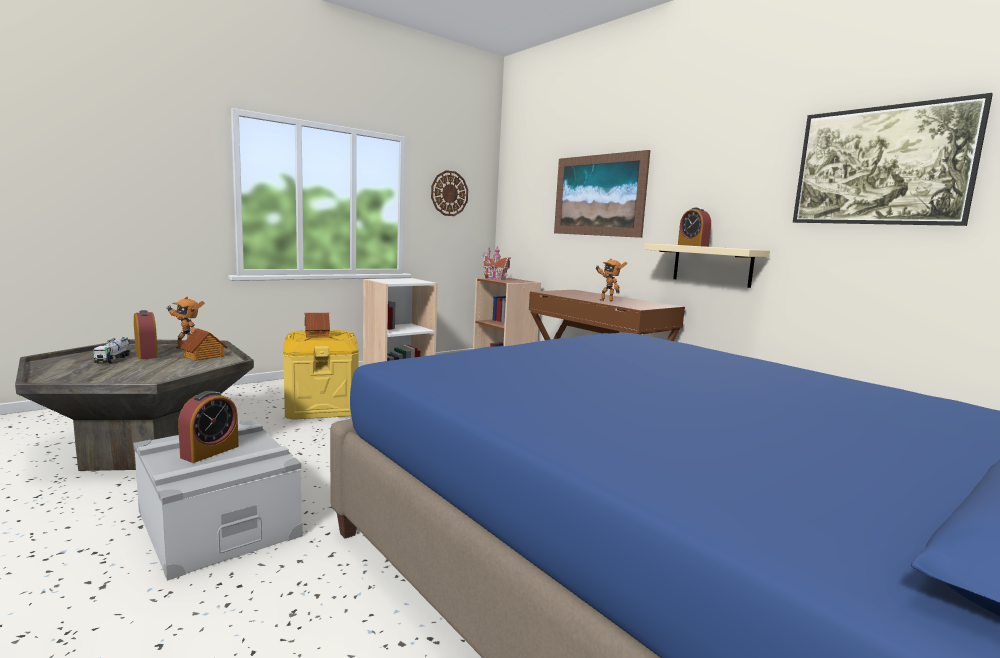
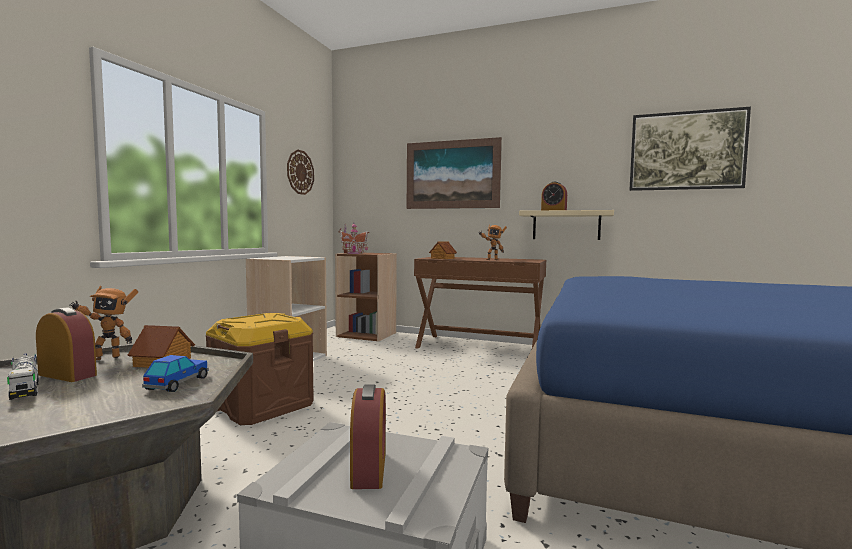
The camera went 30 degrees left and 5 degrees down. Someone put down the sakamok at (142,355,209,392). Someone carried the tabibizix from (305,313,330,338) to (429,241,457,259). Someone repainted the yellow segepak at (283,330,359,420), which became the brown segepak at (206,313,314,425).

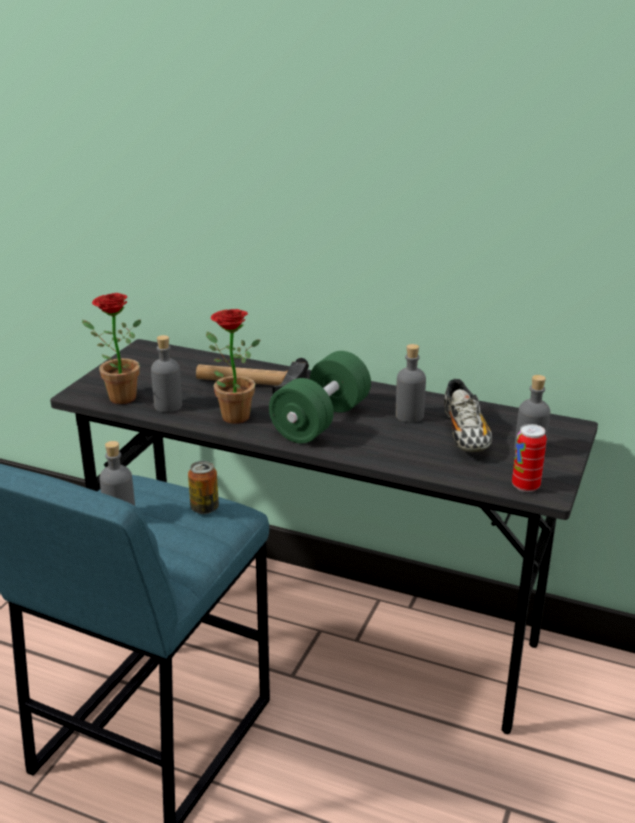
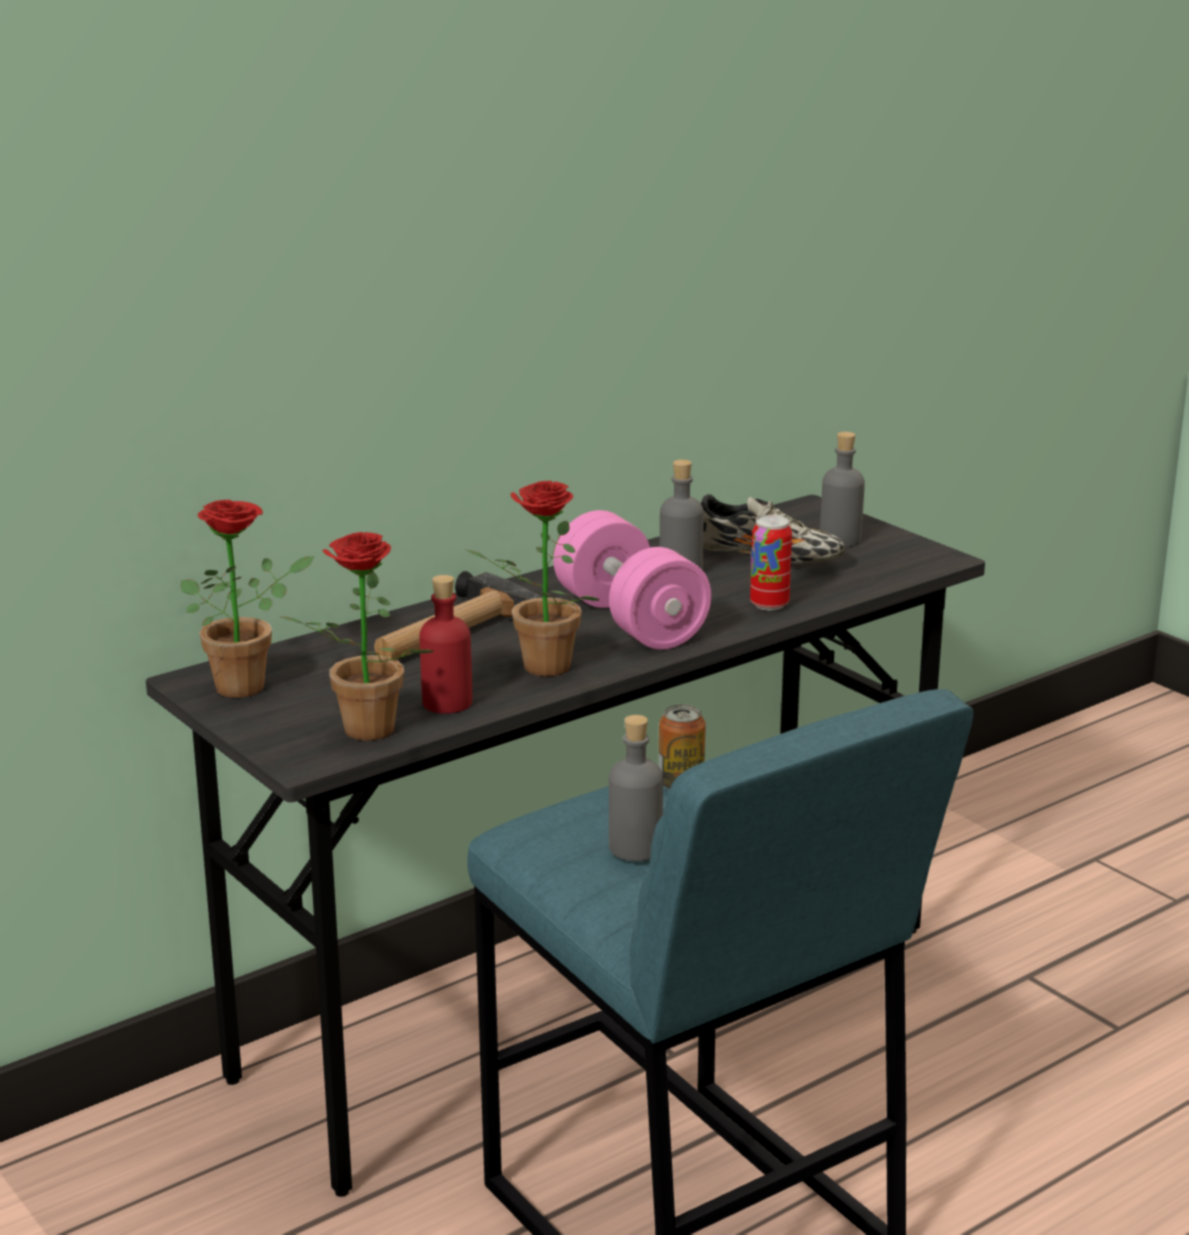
The camera went 60 degrees left and 5 degrees down. Someone put down the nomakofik at (181,500,314,698). Someone carried the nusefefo from (512,424,547,492) to (750,515,792,611). Someone repainted the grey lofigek at (151,335,182,412), which became the red lofigek at (420,575,472,714). Someone repainted the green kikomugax at (269,351,371,443), which became the pink kikomugax at (553,510,711,650).

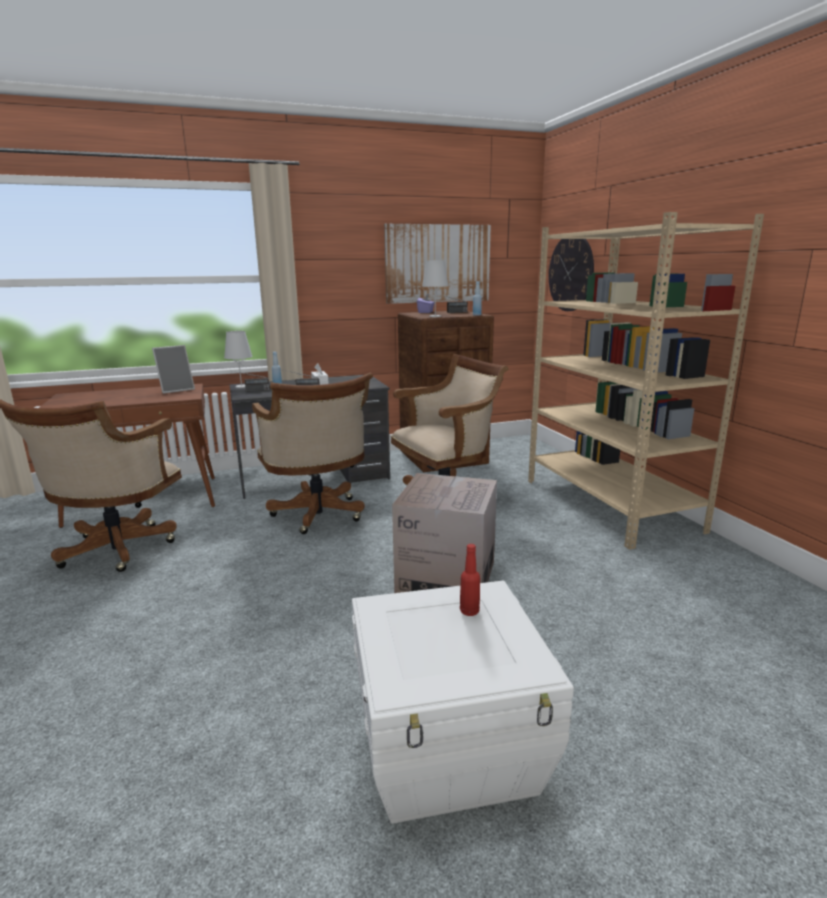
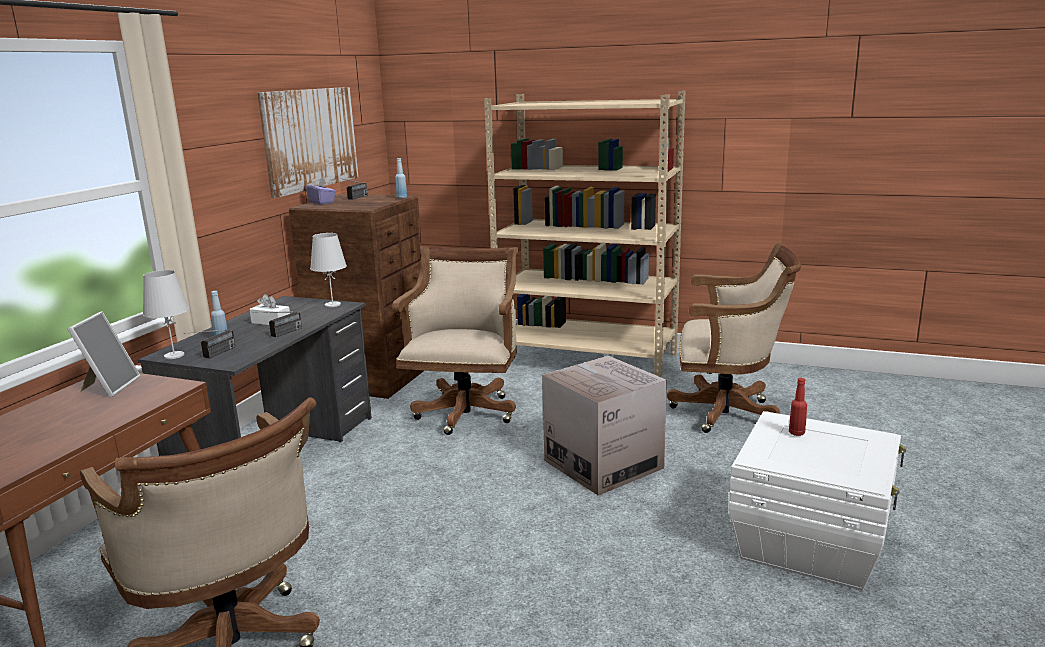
The camera went 50 degrees left and 0 degrees up. Someone took away the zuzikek at (549,239,594,311). Someone carried the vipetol from (252,373,373,534) to (667,242,801,433). Someone carried the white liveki from (422,260,449,317) to (310,233,347,307).

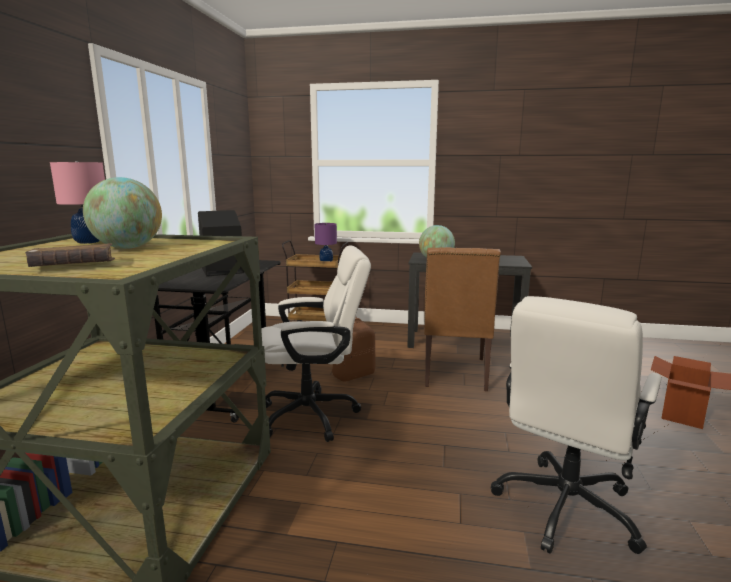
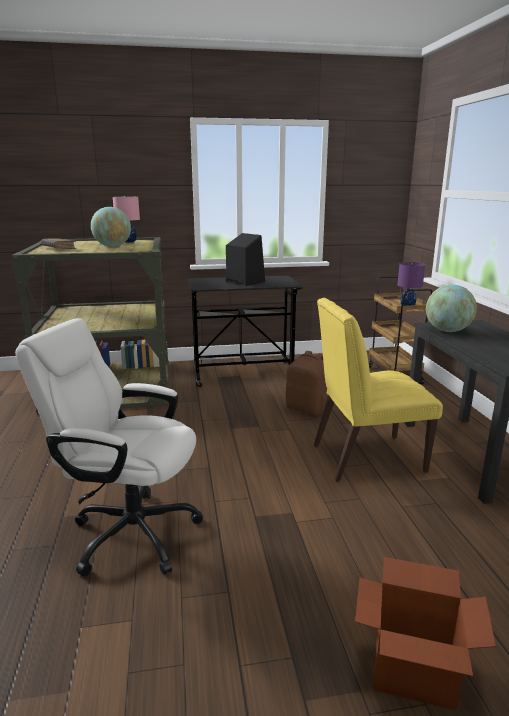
The camera went 70 degrees right and 5 degrees up. Someone took away the white vipetol at (261,245,371,442). Someone repainted the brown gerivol at (424,247,501,391), which became the yellow gerivol at (314,298,443,482).

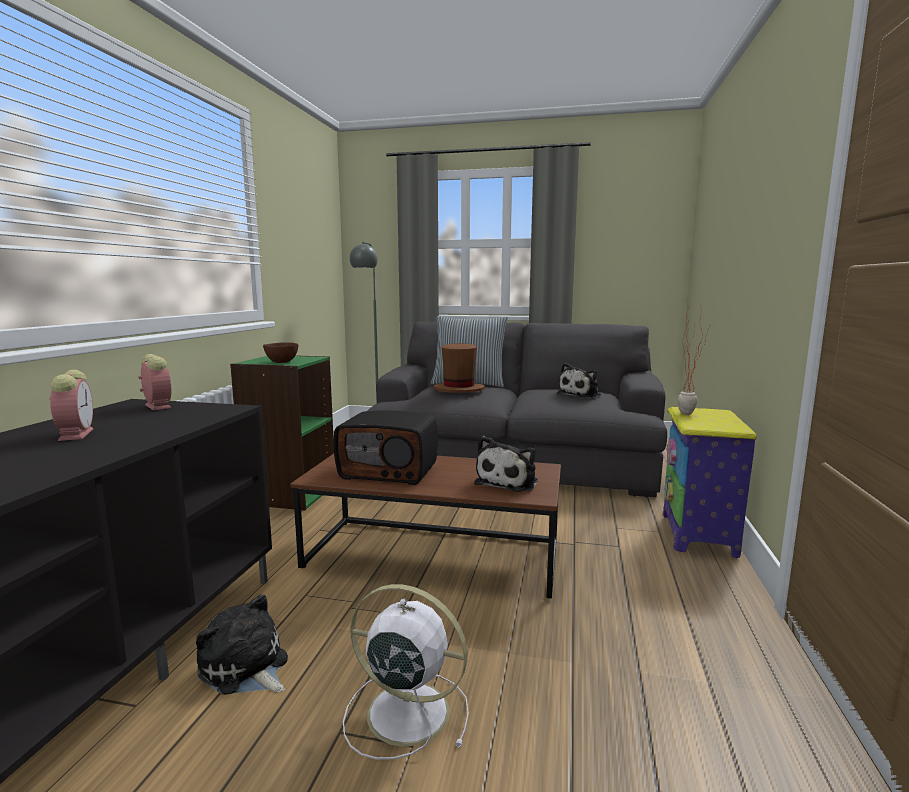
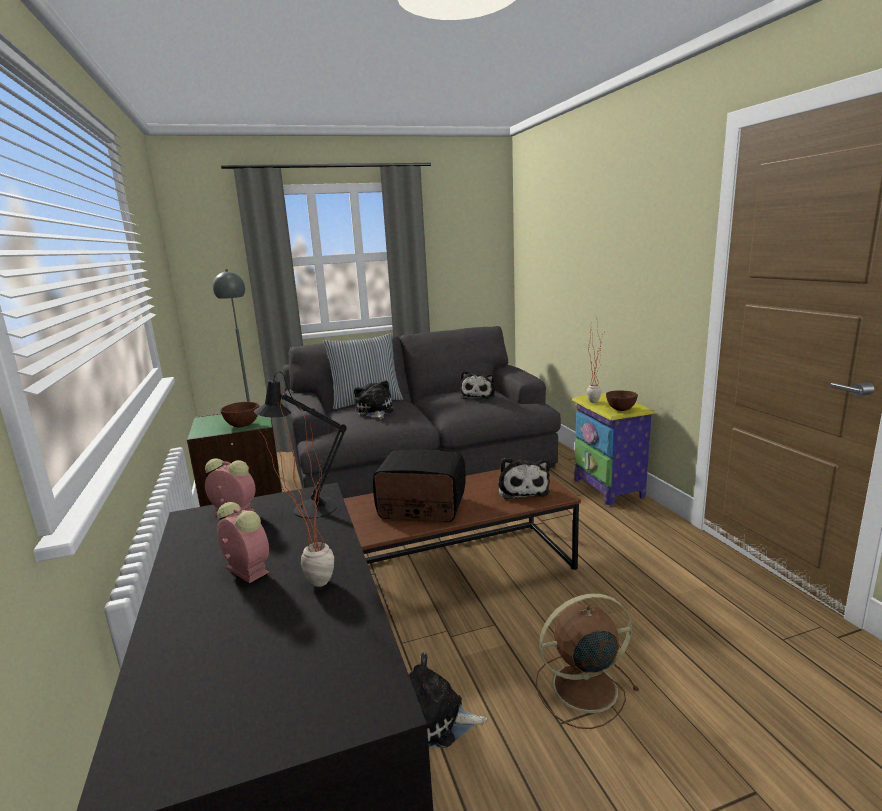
The camera went 30 degrees left and 5 degrees up. Someone put down the black liveki at (254,371,347,519). Someone put down the nomakofik at (257,392,334,587). Someone put down the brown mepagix at (606,390,638,411). Someone swapped the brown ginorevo at (434,343,485,393) for the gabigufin at (354,380,393,419). Someone repainted the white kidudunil at (343,584,469,760), which became the brown kidudunil at (536,593,639,729). Someone rotated the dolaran at (334,410,438,485) by 150 degrees counterclockwise.

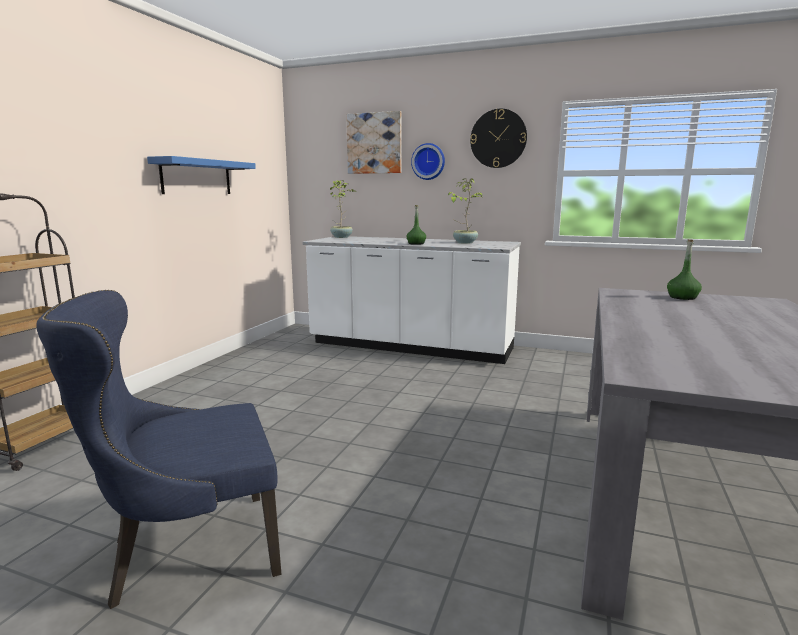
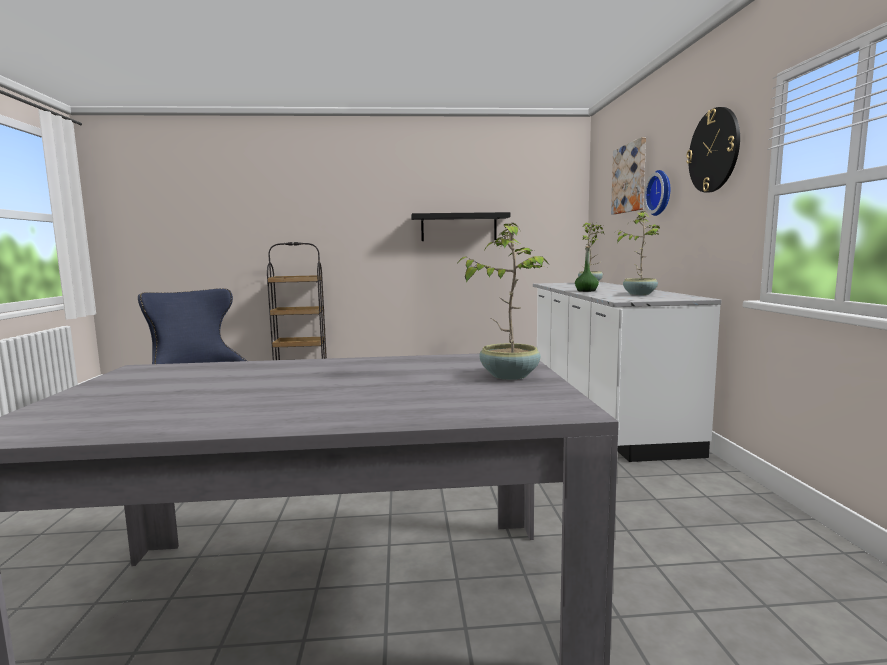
The camera went 65 degrees right and 5 degrees down. Someone swapped the green lofigek at (667,239,702,300) for the nomakofik at (458,223,548,380). Someone repainted the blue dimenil at (147,156,256,194), which became the black dimenil at (411,212,510,241).

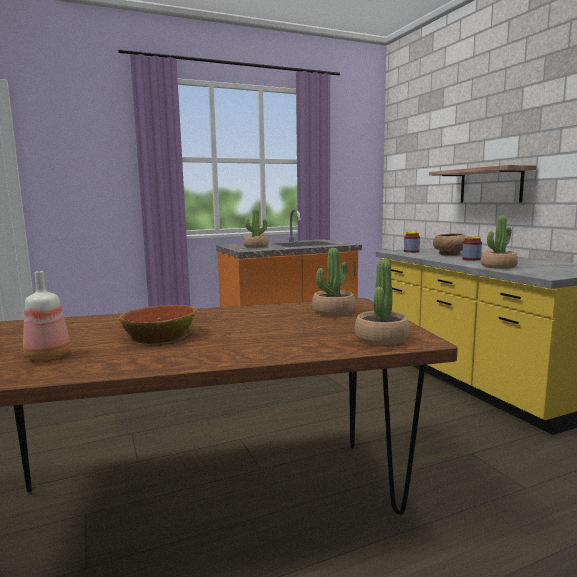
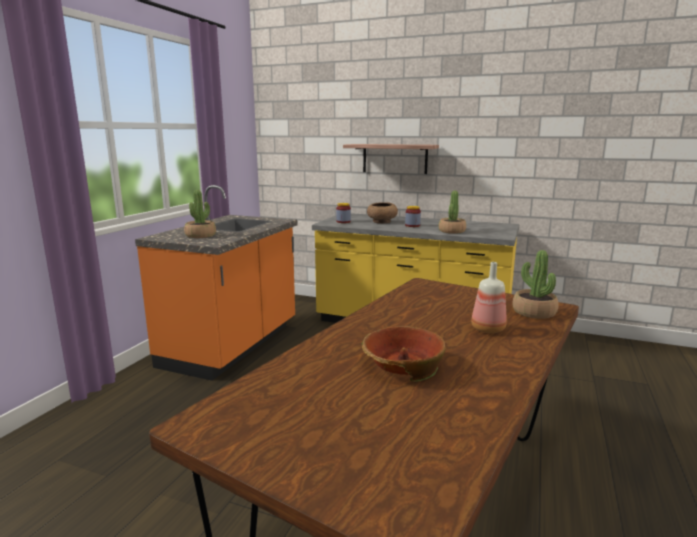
The camera went 45 degrees left and 5 degrees up. Someone took away the nomakofik at (312,248,356,316). Someone carried the lofigek from (23,271,71,361) to (471,262,507,333).

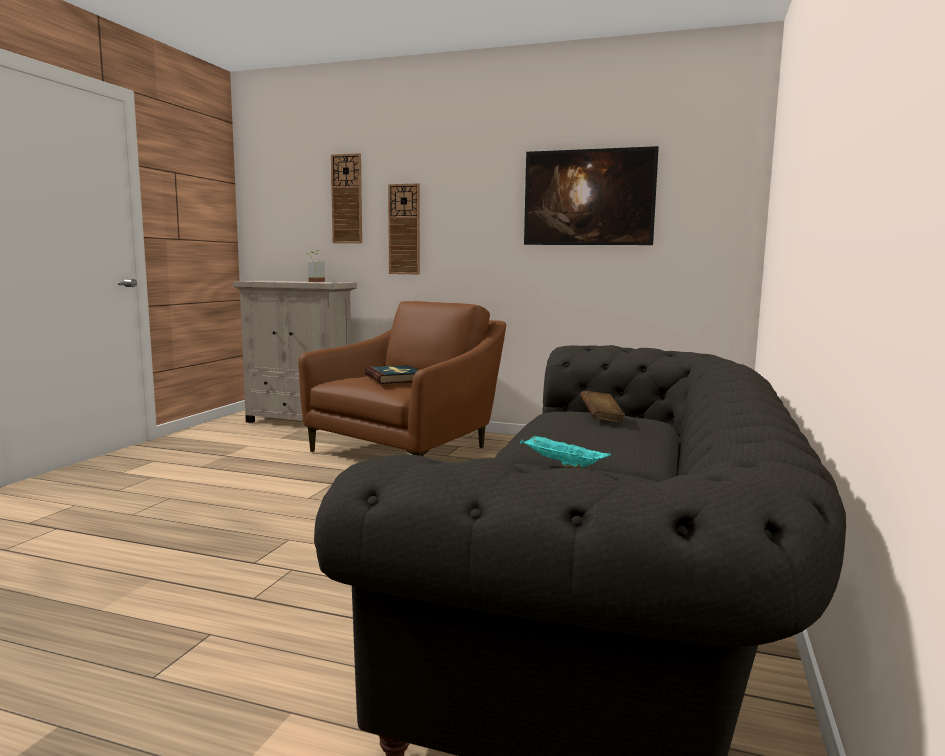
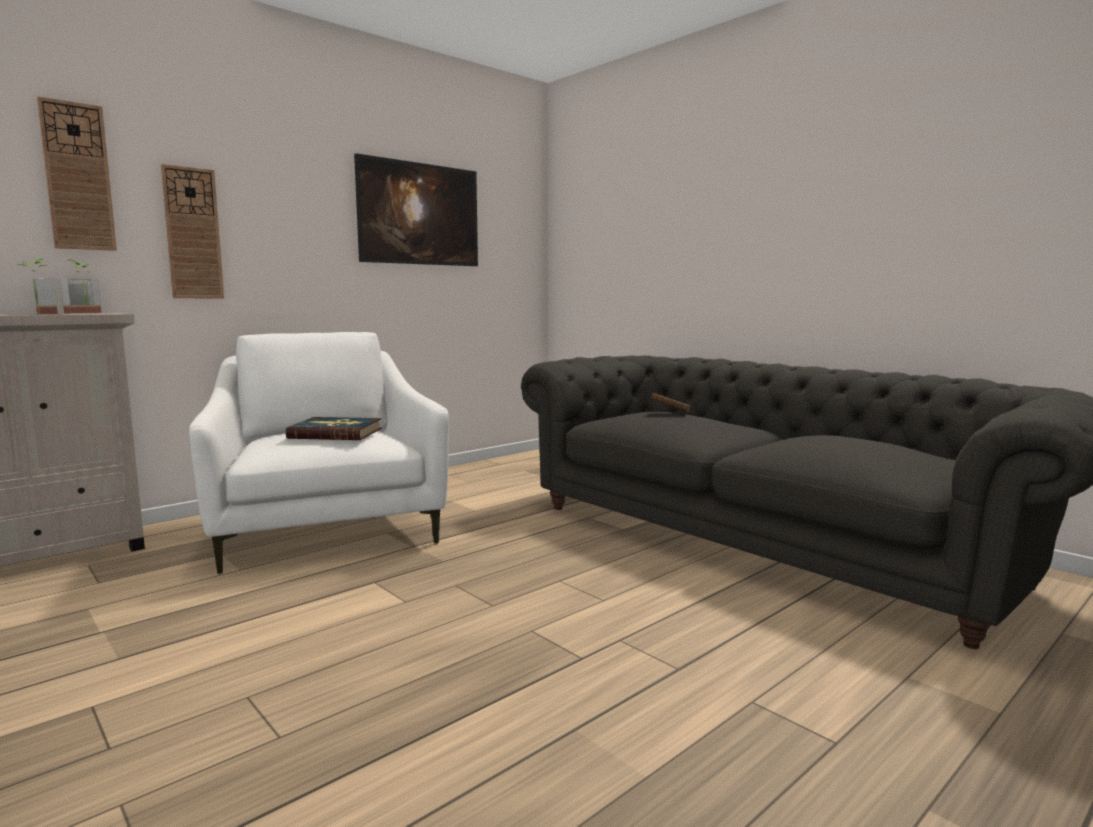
The camera went 60 degrees left and 0 degrees up. Someone took away the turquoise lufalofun at (520,435,611,468). Someone put down the nomakofik at (60,260,102,314). Someone repainted the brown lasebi at (298,301,506,456), which became the white lasebi at (189,332,449,574).

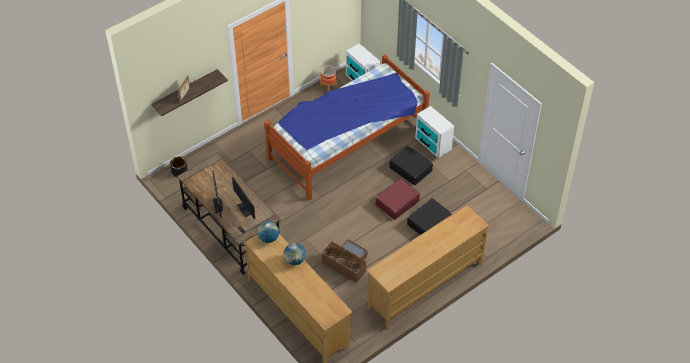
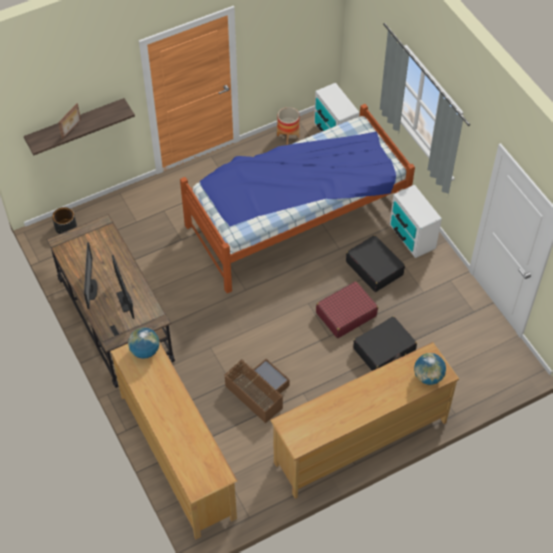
The camera went 10 degrees right and 5 degrees up. Someone carried the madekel from (283,243,306,265) to (414,353,446,385).

